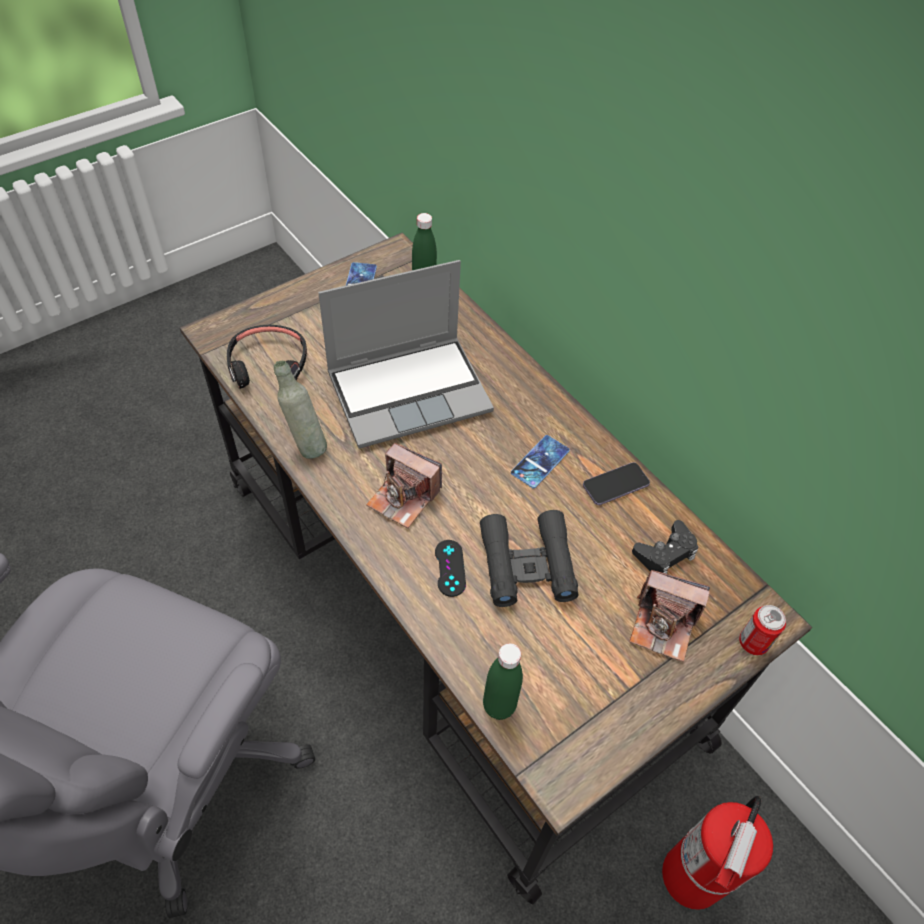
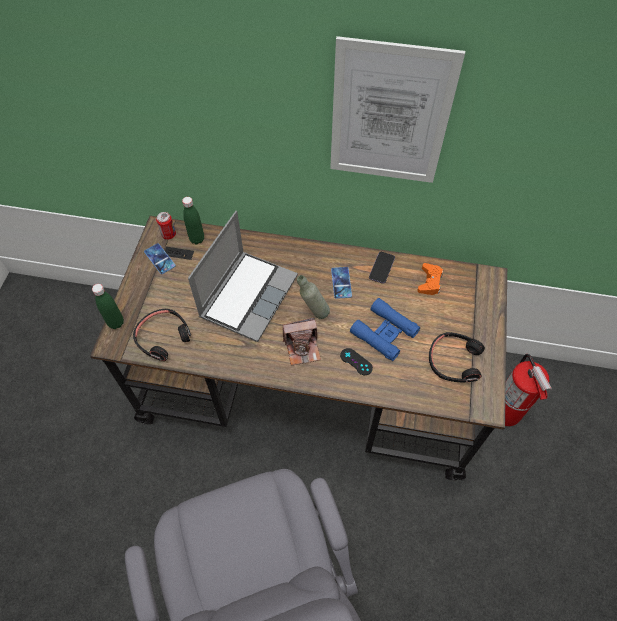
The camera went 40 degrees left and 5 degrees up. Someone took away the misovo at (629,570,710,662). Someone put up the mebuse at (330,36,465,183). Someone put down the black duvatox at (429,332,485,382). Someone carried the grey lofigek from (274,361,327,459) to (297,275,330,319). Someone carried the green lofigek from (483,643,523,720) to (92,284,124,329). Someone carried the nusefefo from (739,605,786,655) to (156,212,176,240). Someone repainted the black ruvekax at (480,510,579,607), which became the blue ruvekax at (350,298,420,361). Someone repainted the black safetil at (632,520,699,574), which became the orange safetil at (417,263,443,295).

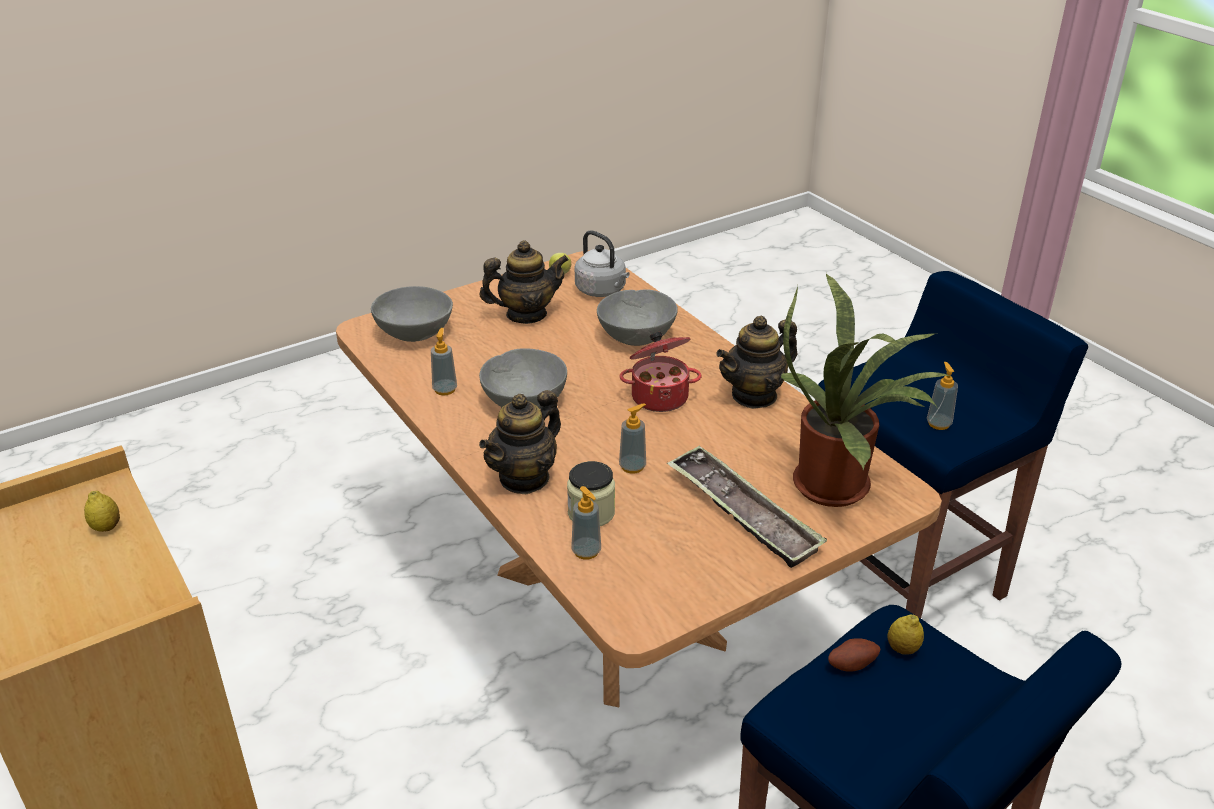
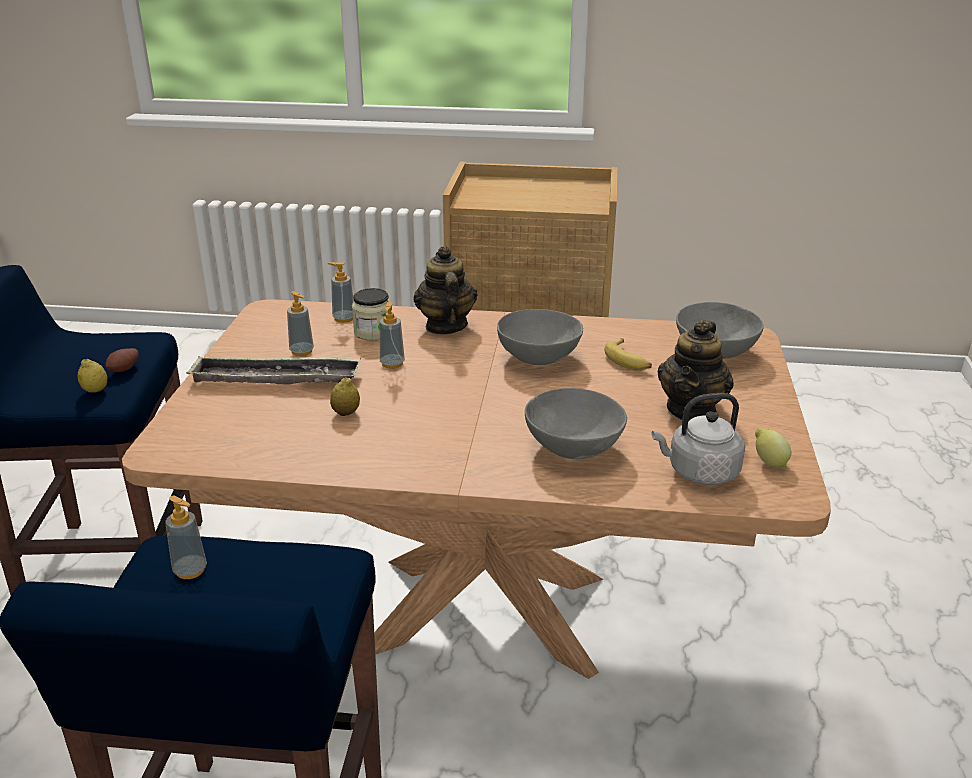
The camera went 130 degrees right and 5 degrees down. Someone took away the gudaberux at (620,332,702,412). Someone took away the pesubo at (716,316,797,409). Someone took away the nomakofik at (781,273,950,507). Someone put down the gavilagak at (604,338,652,371). Someone carried the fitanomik from (84,491,120,532) to (330,377,360,416). Someone carried the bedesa from (431,328,457,395) to (287,291,314,356).

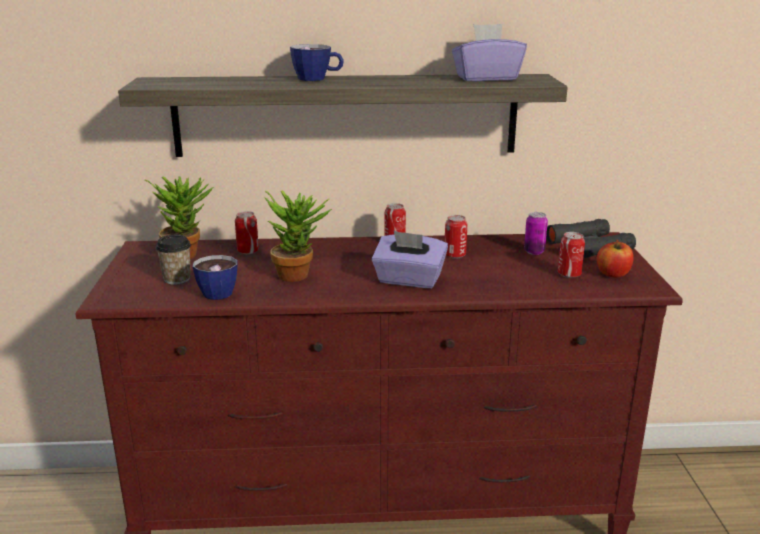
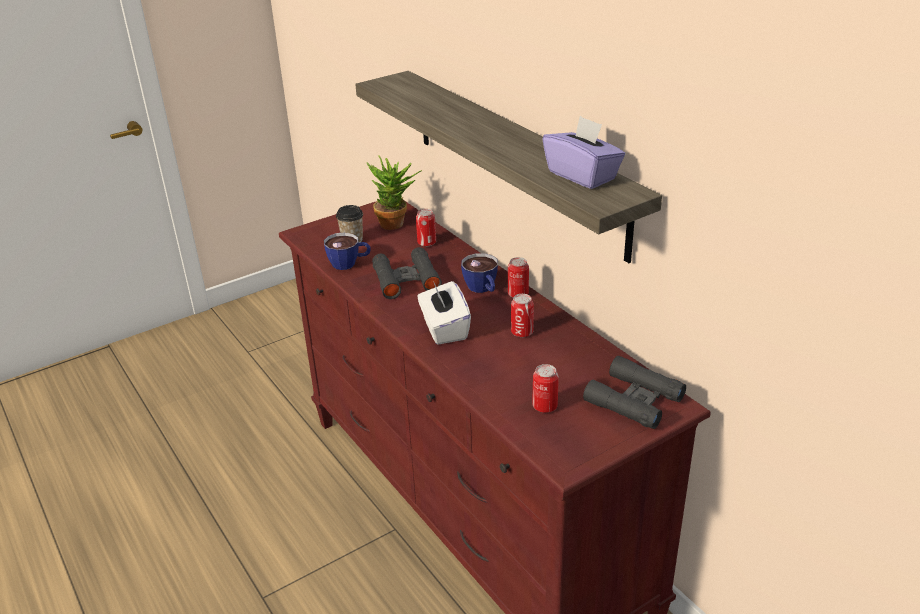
The camera went 60 degrees right and 10 degrees up. Someone took away the nusefefo at (524,212,548,255). Someone took away the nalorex at (597,240,634,278). Someone carried the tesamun from (290,44,344,81) to (461,253,498,293). Someone swapped the nomakofik at (264,190,332,282) for the black ruvekax at (372,247,442,299). Someone repainted the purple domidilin at (372,231,448,288), which became the white domidilin at (417,281,471,345).

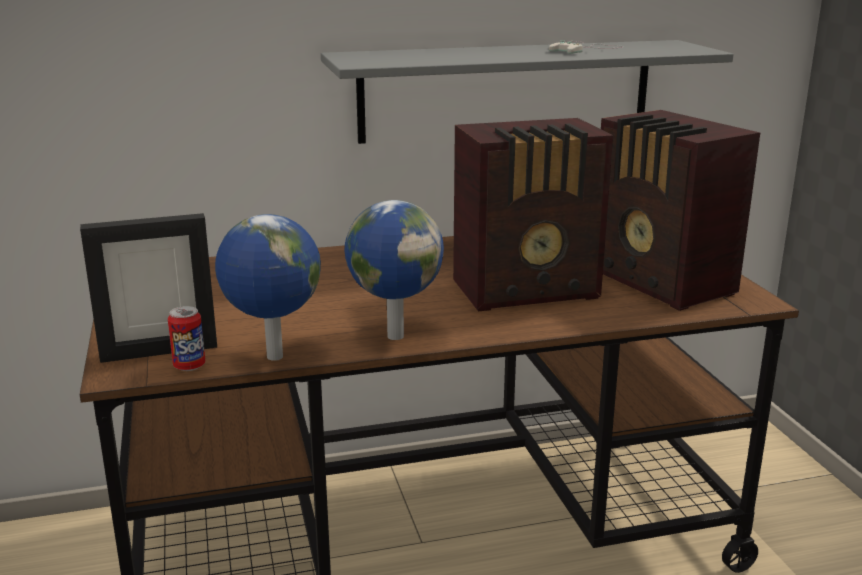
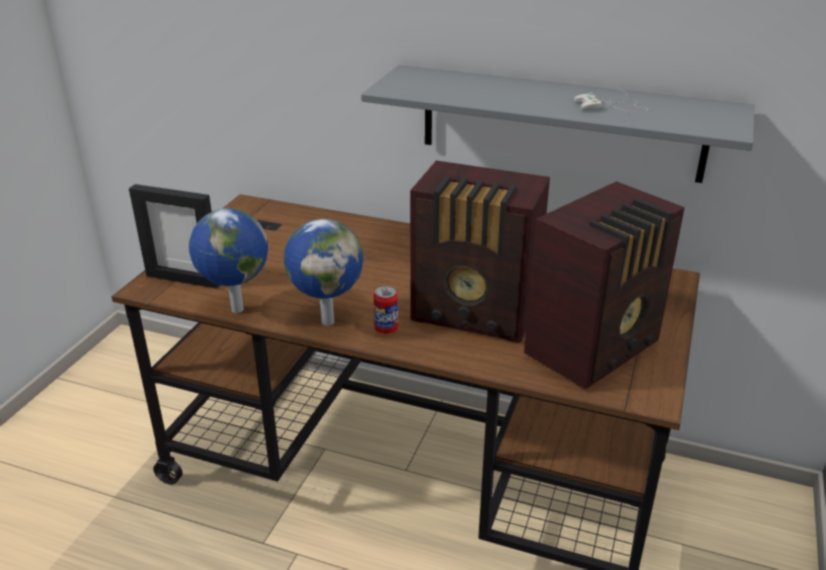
The camera went 35 degrees right and 10 degrees up. Someone carried the nusefefo from (168,306,205,371) to (374,286,398,334). Someone rotated the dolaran at (601,110,760,311) by 135 degrees counterclockwise.

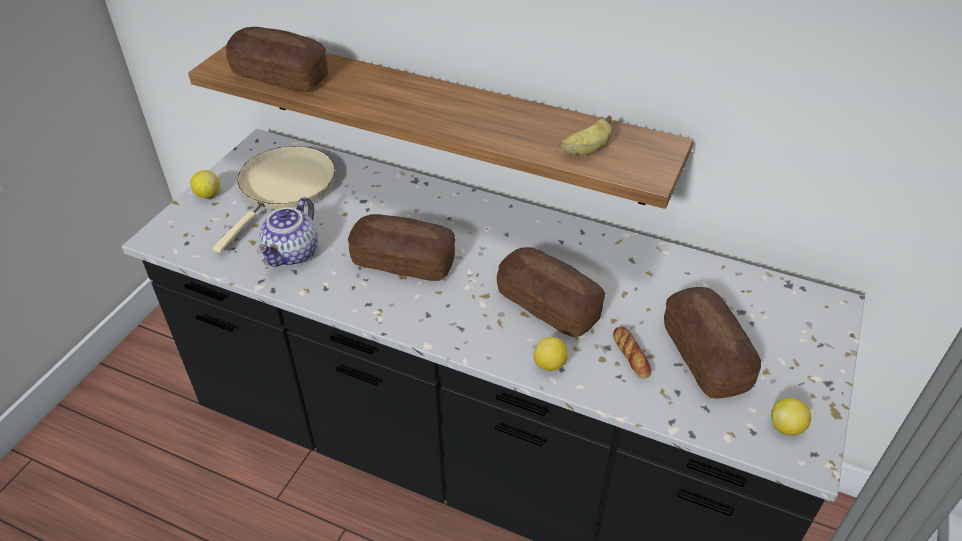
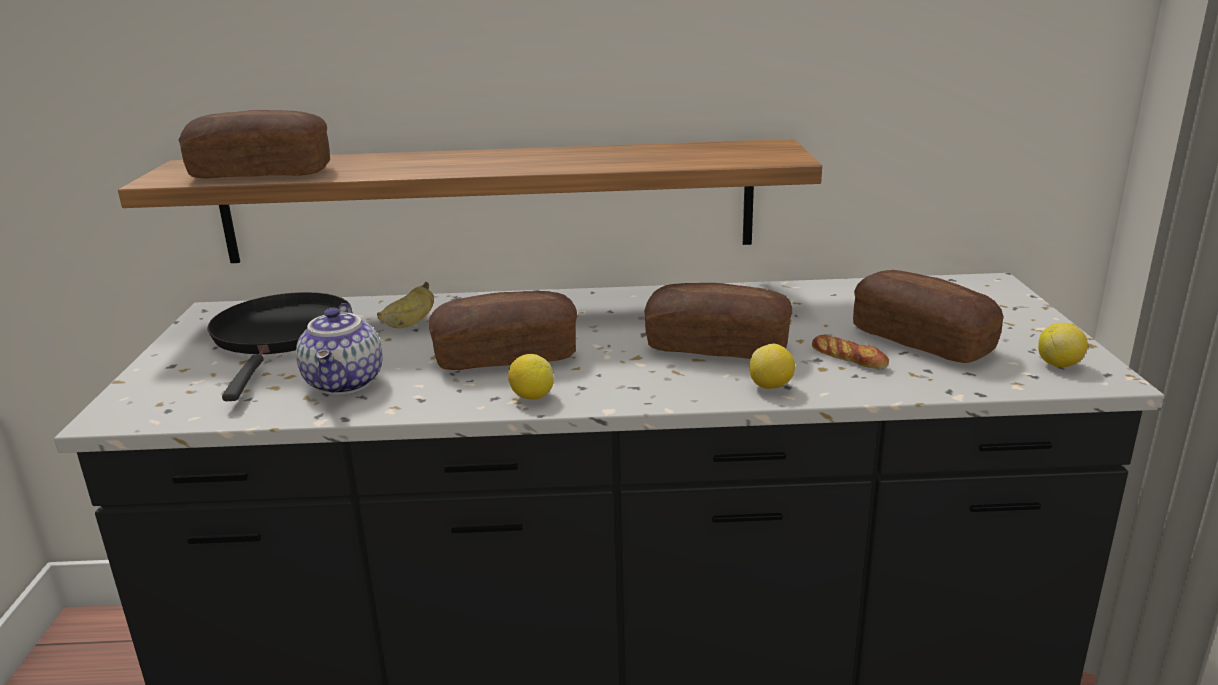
The camera went 25 degrees left and 20 degrees down. Someone carried the fitanomik from (191,170,220,198) to (508,354,554,400). Someone carried the gavilagak from (559,115,612,156) to (377,282,434,328). Someone repainted the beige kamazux at (213,146,335,253), which became the black kamazux at (207,292,352,401).

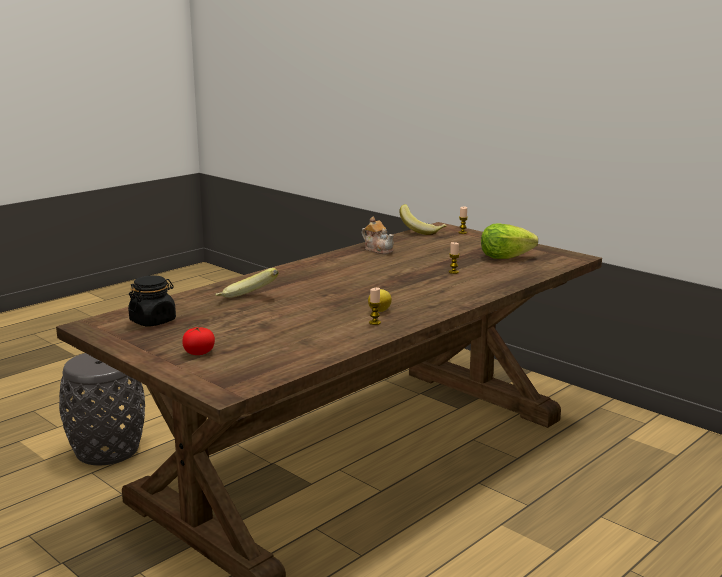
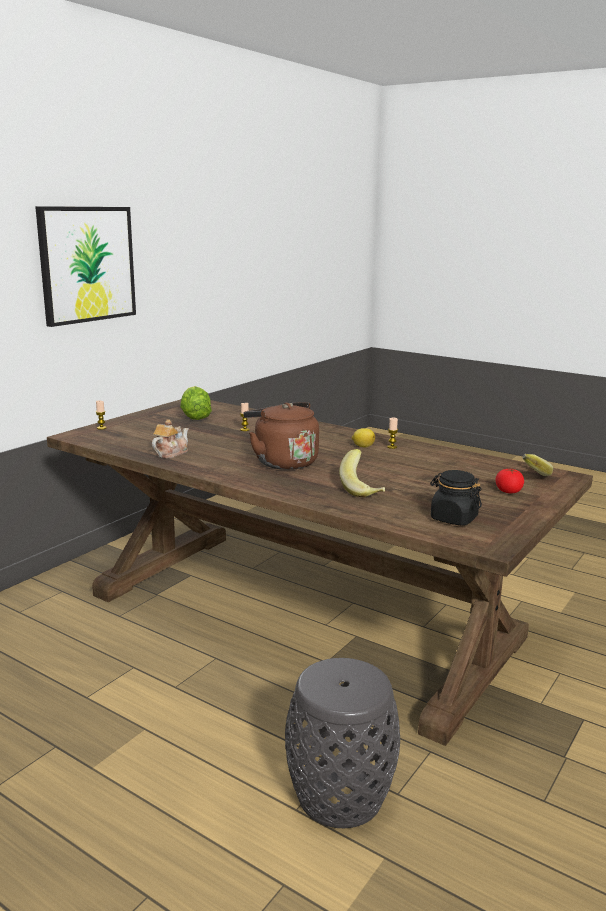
The camera went 100 degrees left and 0 degrees up. Someone put up the mebuse at (35,206,136,327). Someone put down the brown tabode at (243,402,319,470). Someone carried the gavilagak from (399,204,447,235) to (522,454,553,476).

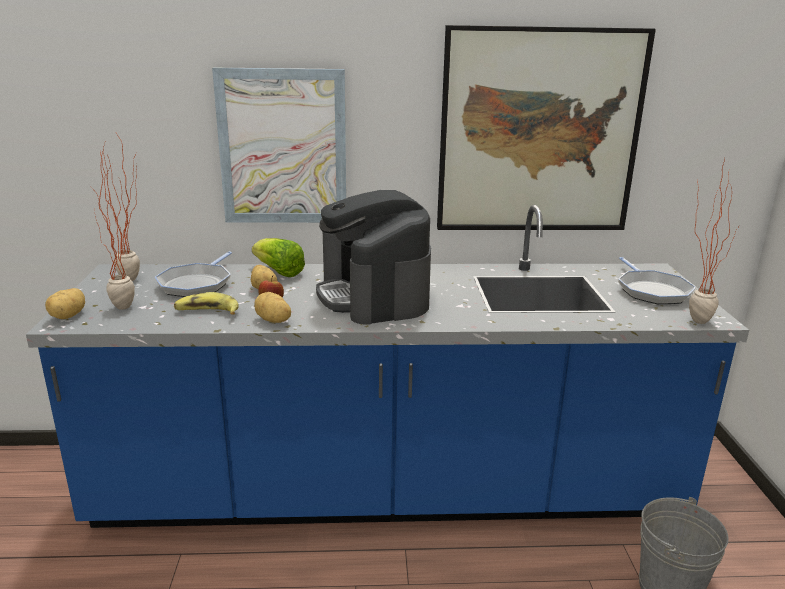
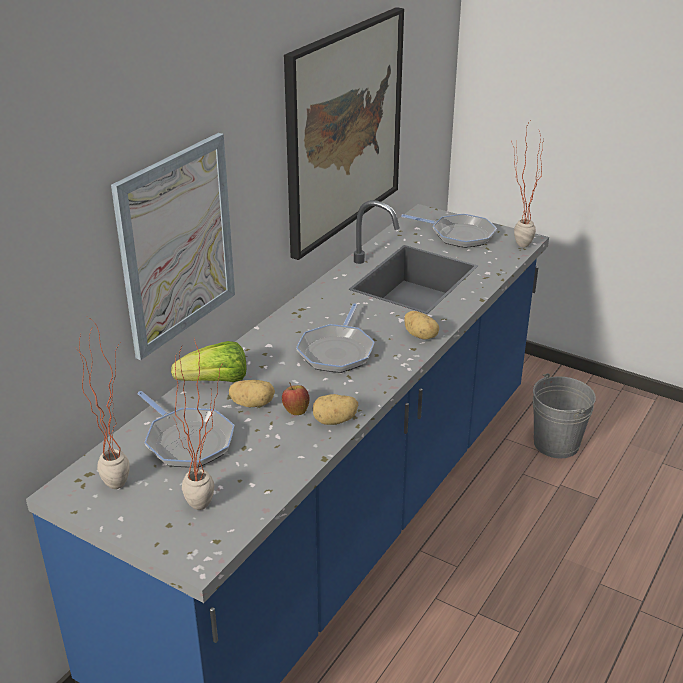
The camera went 55 degrees left and 10 degrees up. Someone took away the gavilagak at (174,292,239,315). Someone carried the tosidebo from (45,288,85,319) to (404,311,439,340). Someone swapped the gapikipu at (316,190,431,325) for the kamazux at (296,303,375,373).

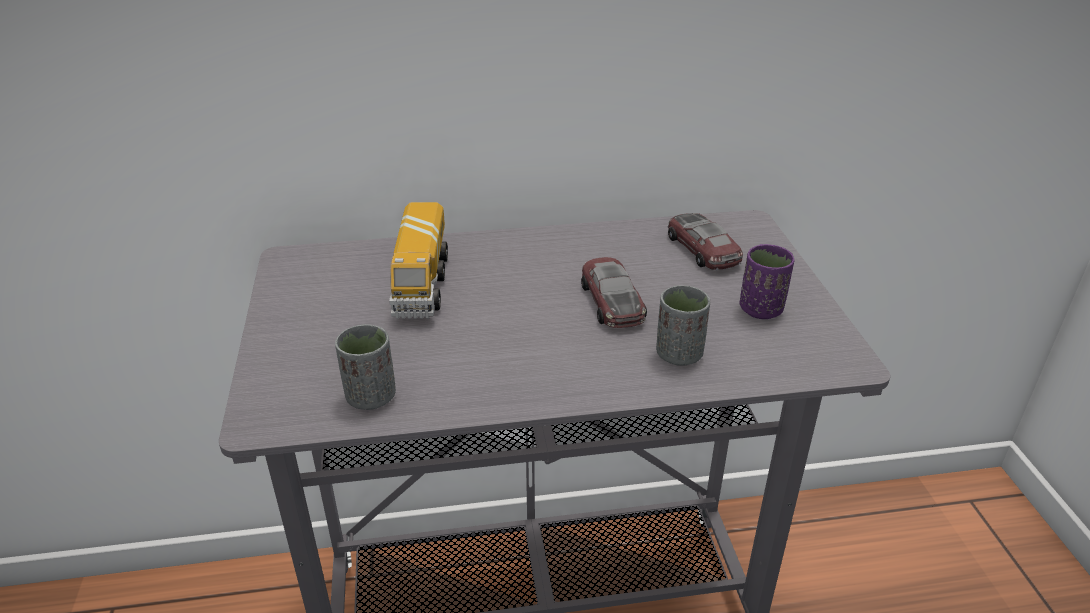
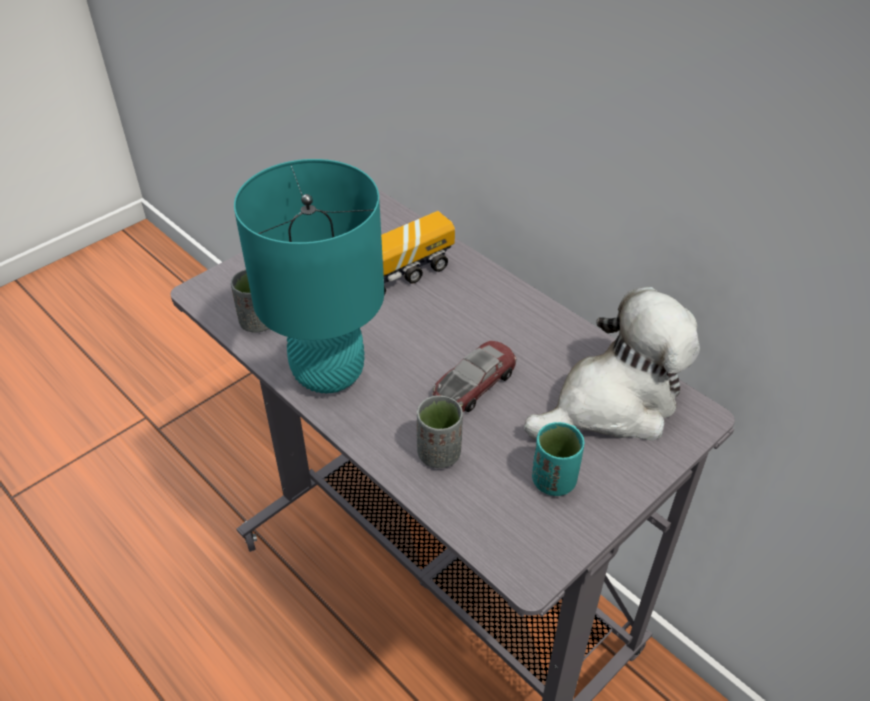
The camera went 55 degrees right and 10 degrees up. Someone put down the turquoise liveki at (234,159,384,393). Someone swapped the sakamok at (668,213,743,270) for the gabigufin at (524,287,700,441). Someone repainted the purple tesamun at (740,244,794,319), which became the turquoise tesamun at (532,422,585,496).

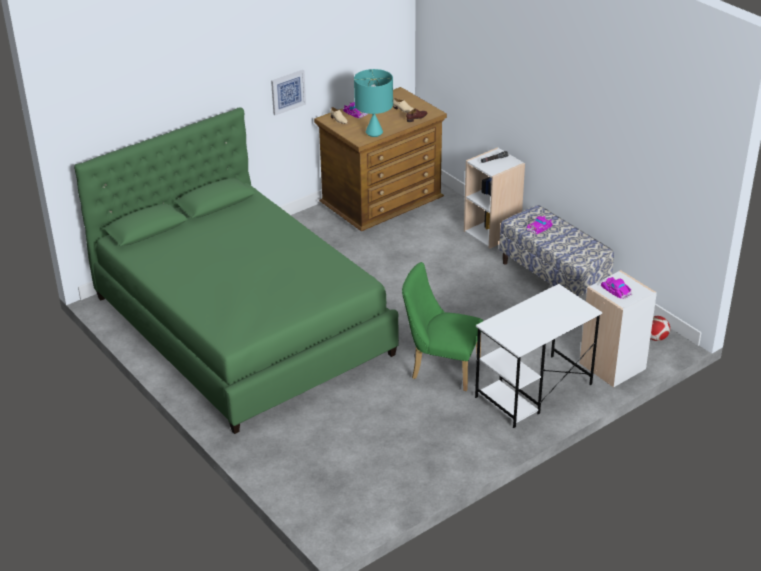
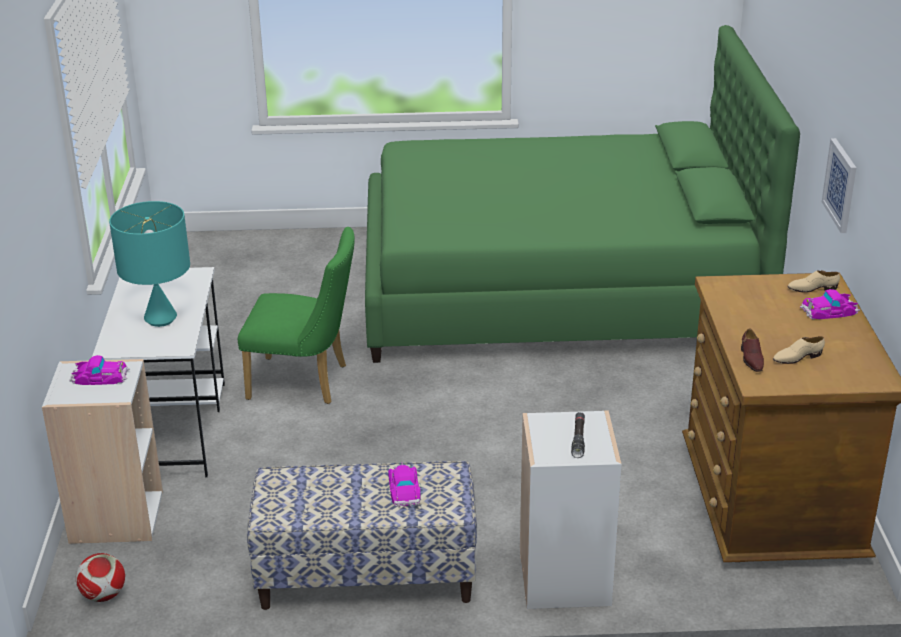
The camera went 125 degrees right and 5 degrees down. Someone carried the turquoise liveki from (354,69,393,137) to (109,201,190,327). Someone rotated the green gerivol at (402,262,483,391) by 45 degrees clockwise.

